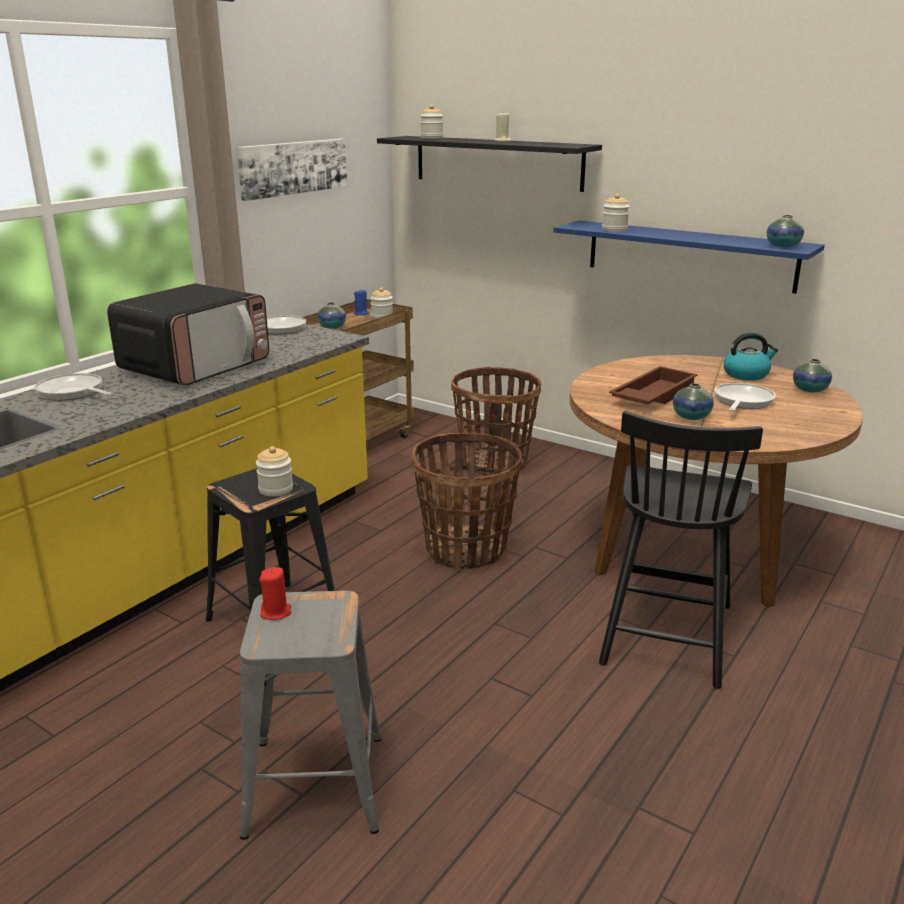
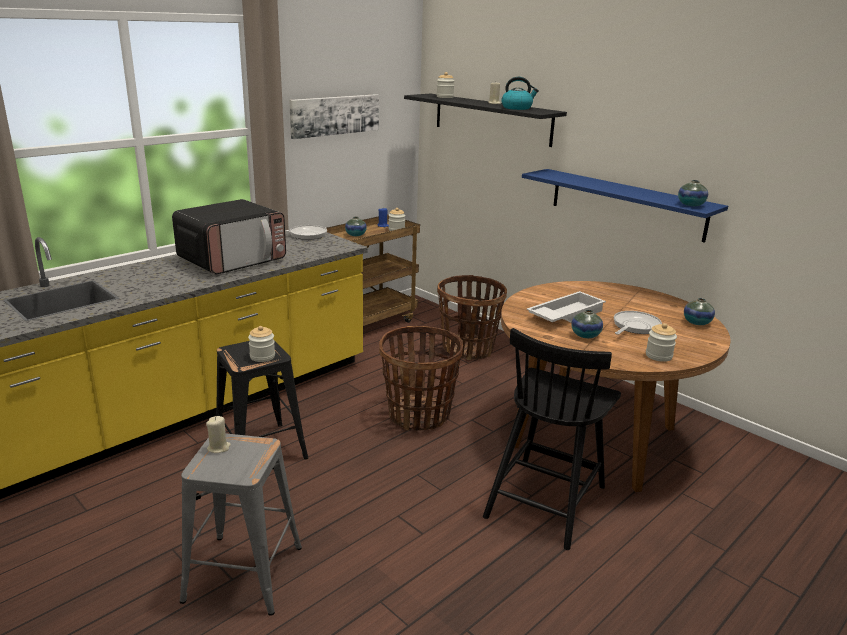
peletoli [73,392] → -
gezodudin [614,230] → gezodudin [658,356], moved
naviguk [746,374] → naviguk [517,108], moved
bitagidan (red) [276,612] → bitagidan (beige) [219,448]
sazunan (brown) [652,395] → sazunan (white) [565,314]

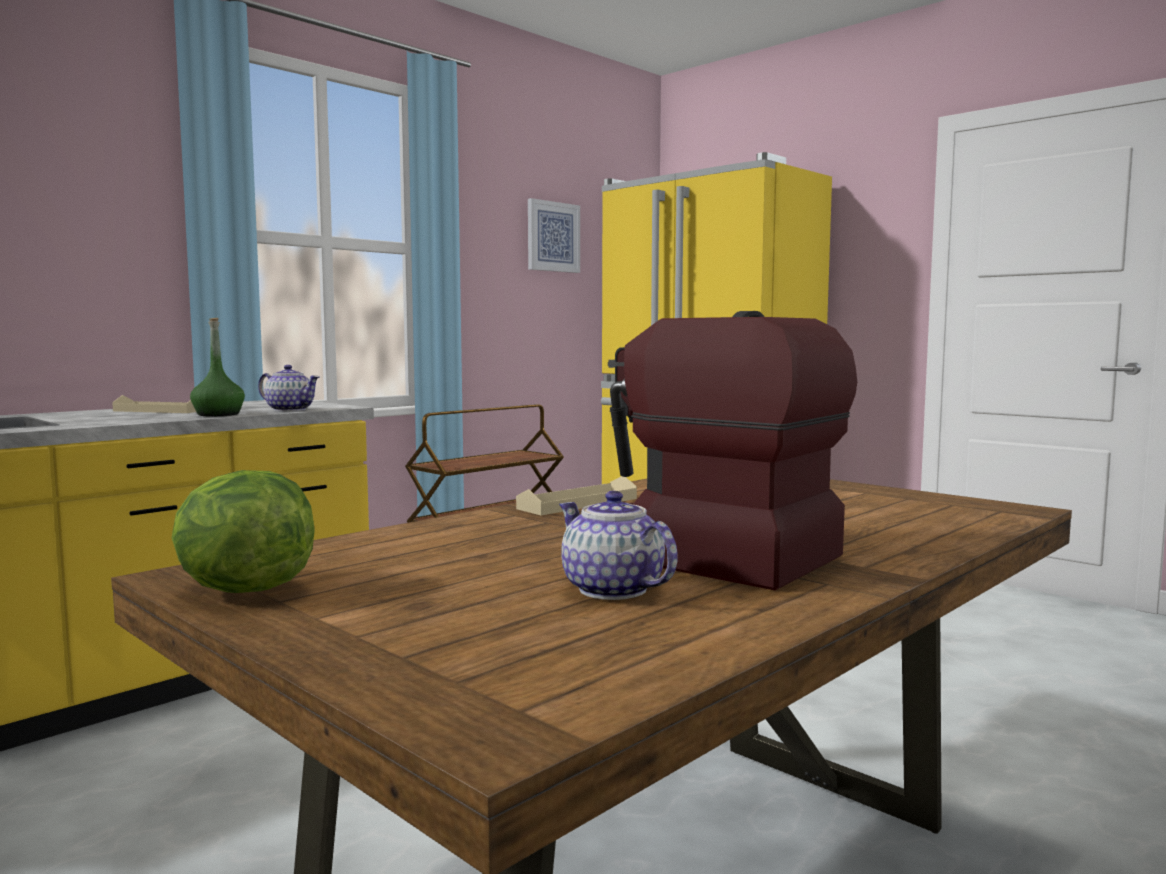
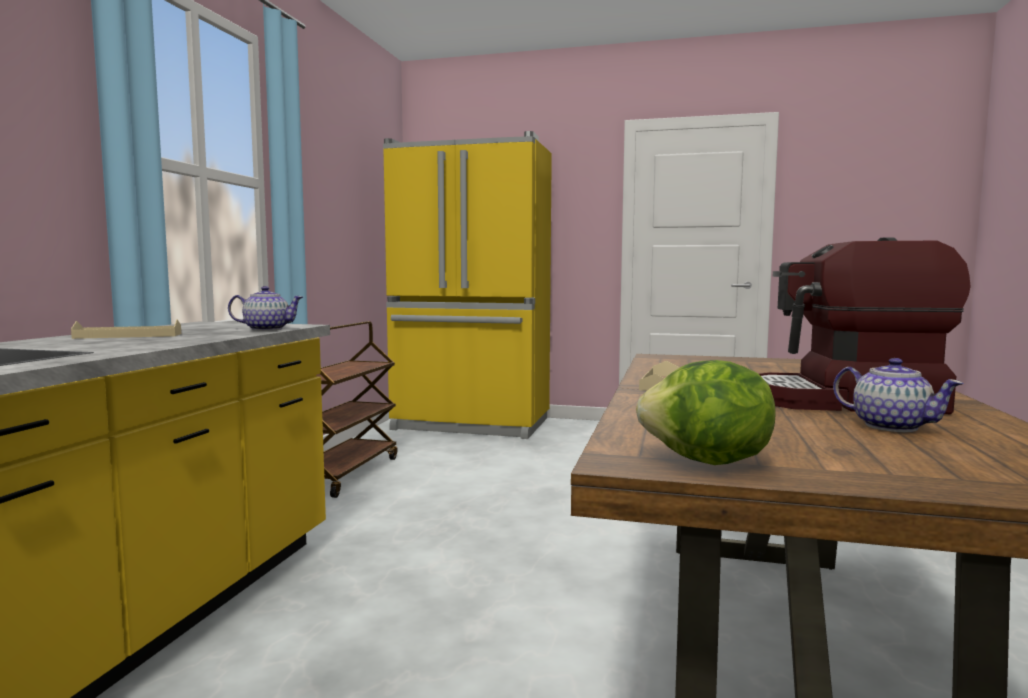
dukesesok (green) [218,414] → -
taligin [553,237] → -
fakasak [612,590] → fakasak [890,426], 150 degrees counterclockwise

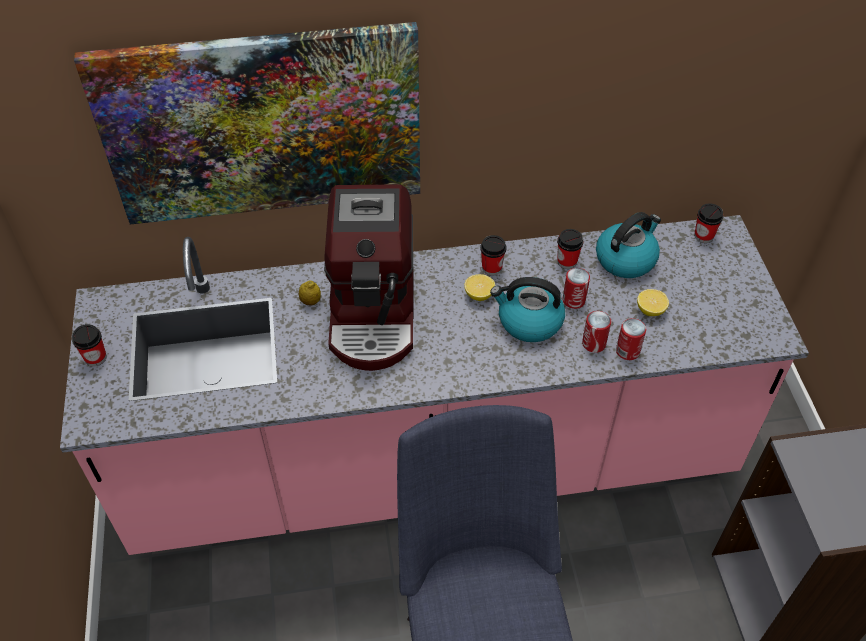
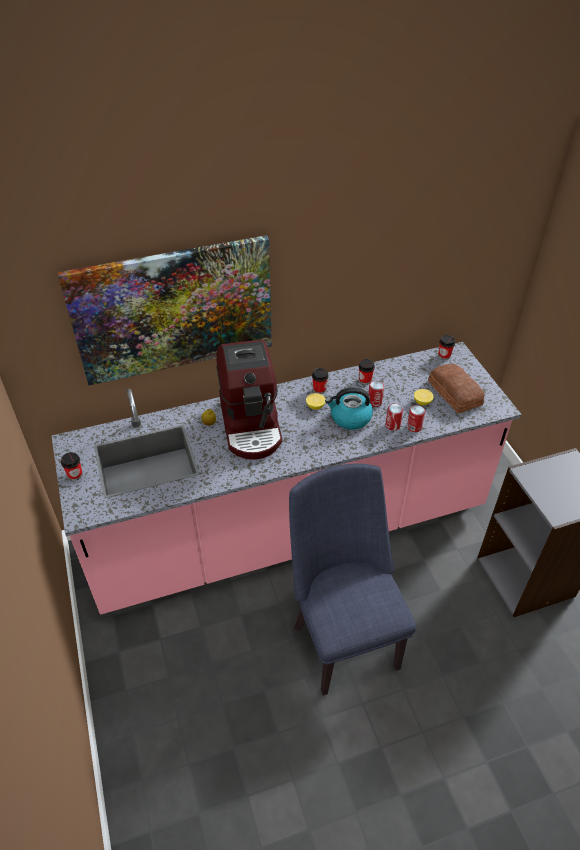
naviguk [626,259] → -
- → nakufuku [455,392]

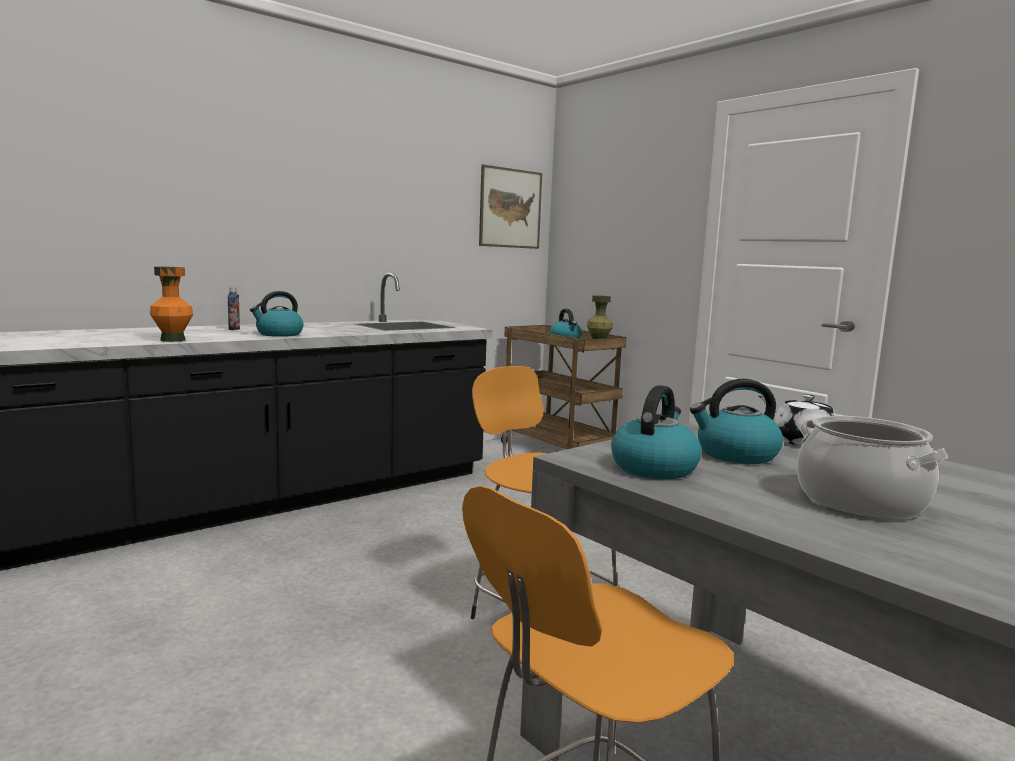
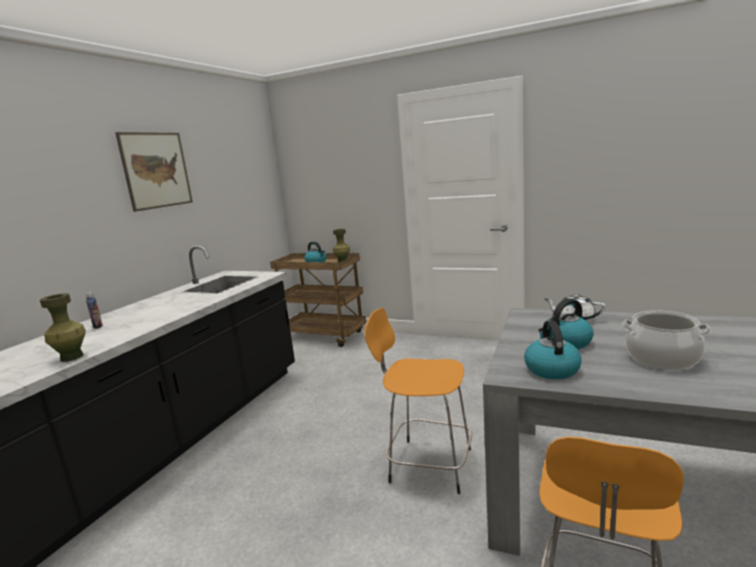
naviguk [279,334] → -
taligin [510,208] → taligin [156,170], moved
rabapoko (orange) [172,340] → rabapoko (green) [71,357]

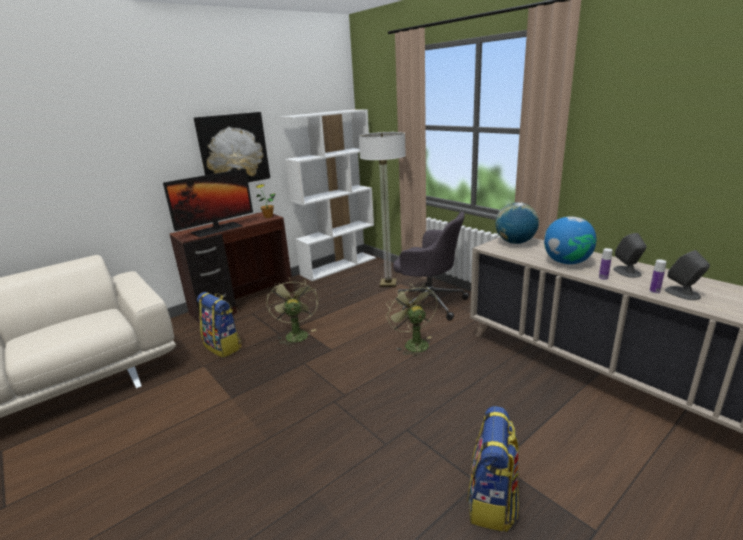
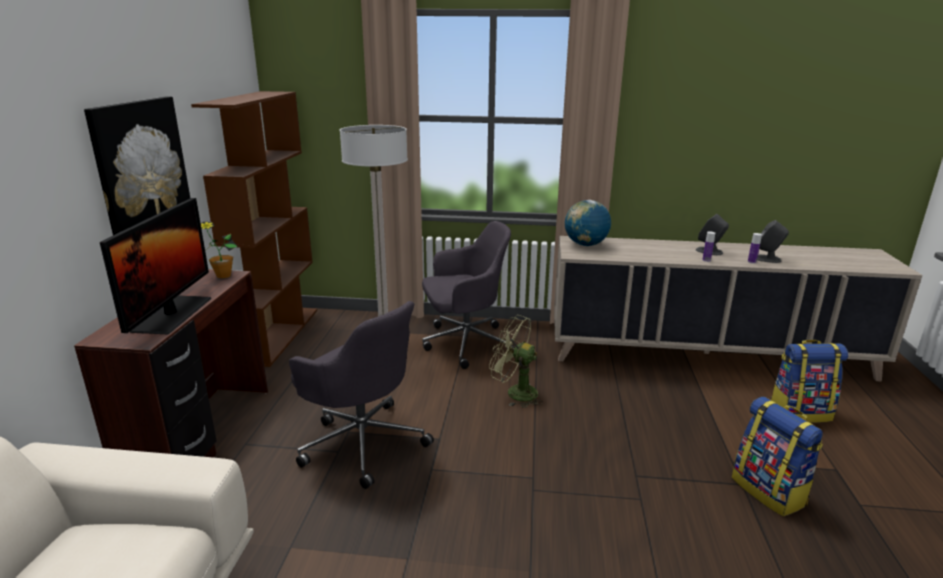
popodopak [567,262] → -
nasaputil [223,347] → nasaputil [799,412], moved
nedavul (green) [295,334] → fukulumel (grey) [362,441]
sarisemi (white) [339,266] → sarisemi (brown) [278,334]

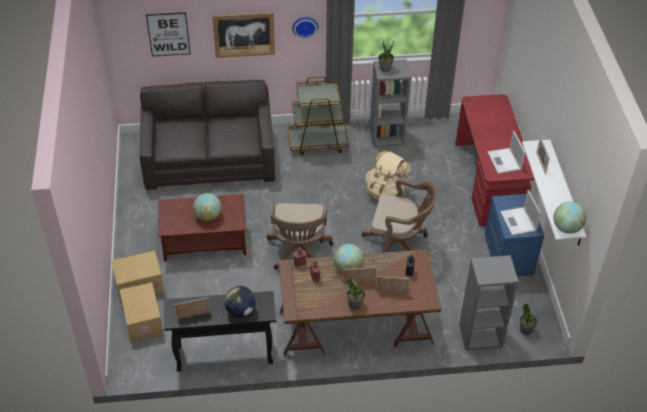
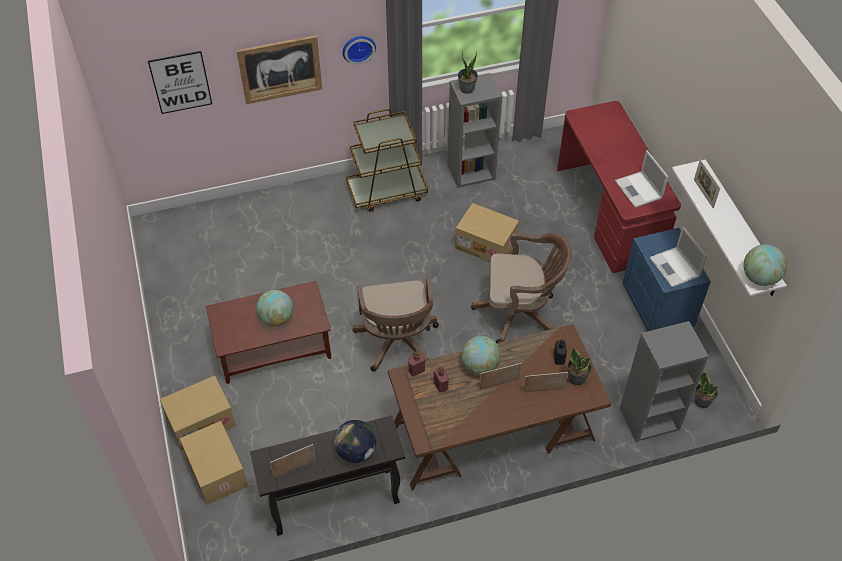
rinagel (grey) [209,158] → -
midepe [355,304] → midepe [576,378], moved
nasaputil (beige) [385,191] → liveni [486,244]

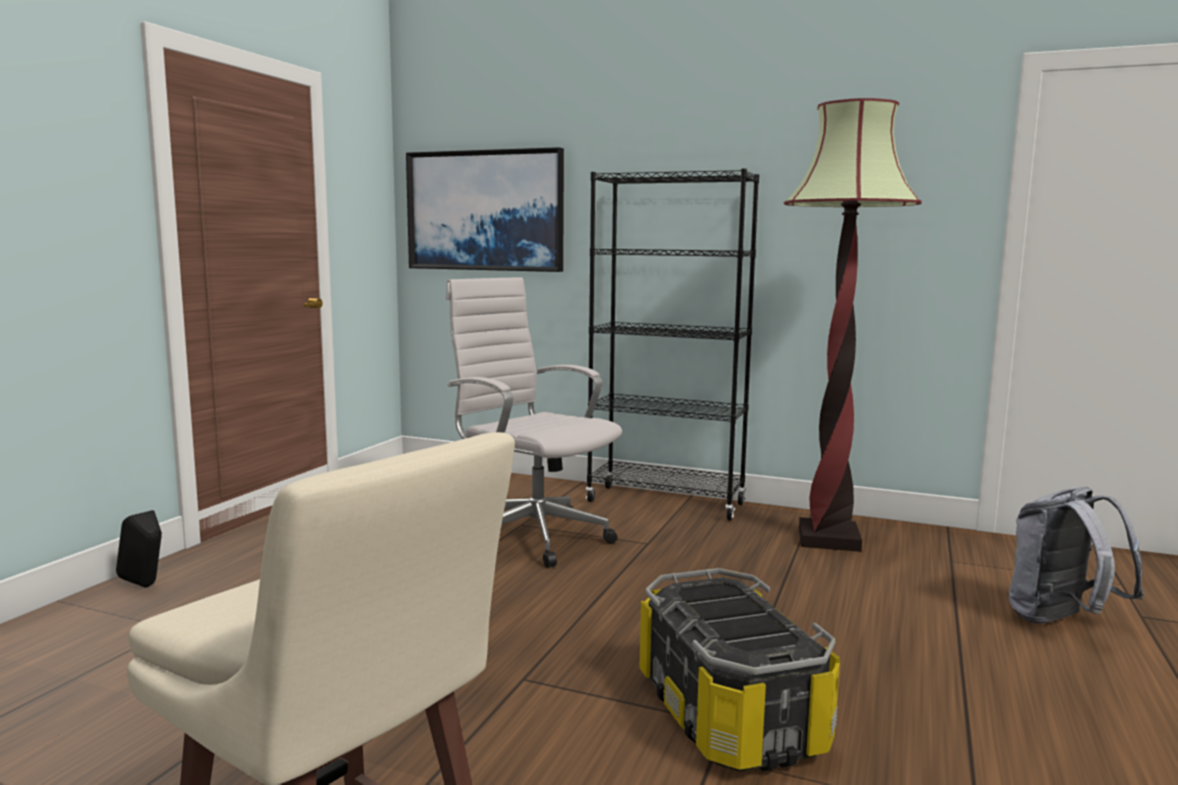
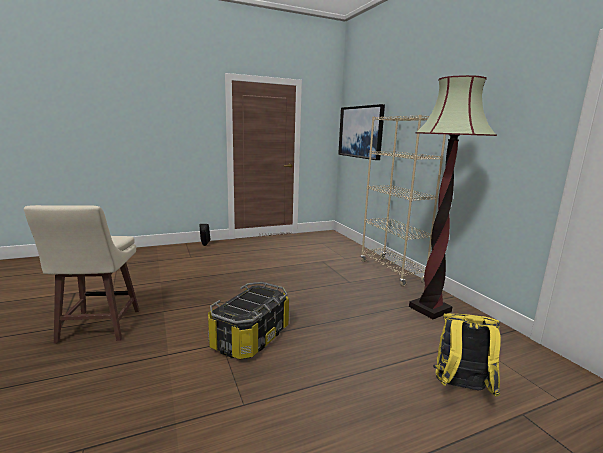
fukulumel (white) [532,537] → -
sarisemi (black) [666,503] → sarisemi (beige) [391,271]
nasaputil (grey) [1061,621] → nasaputil (yellow) [460,388]

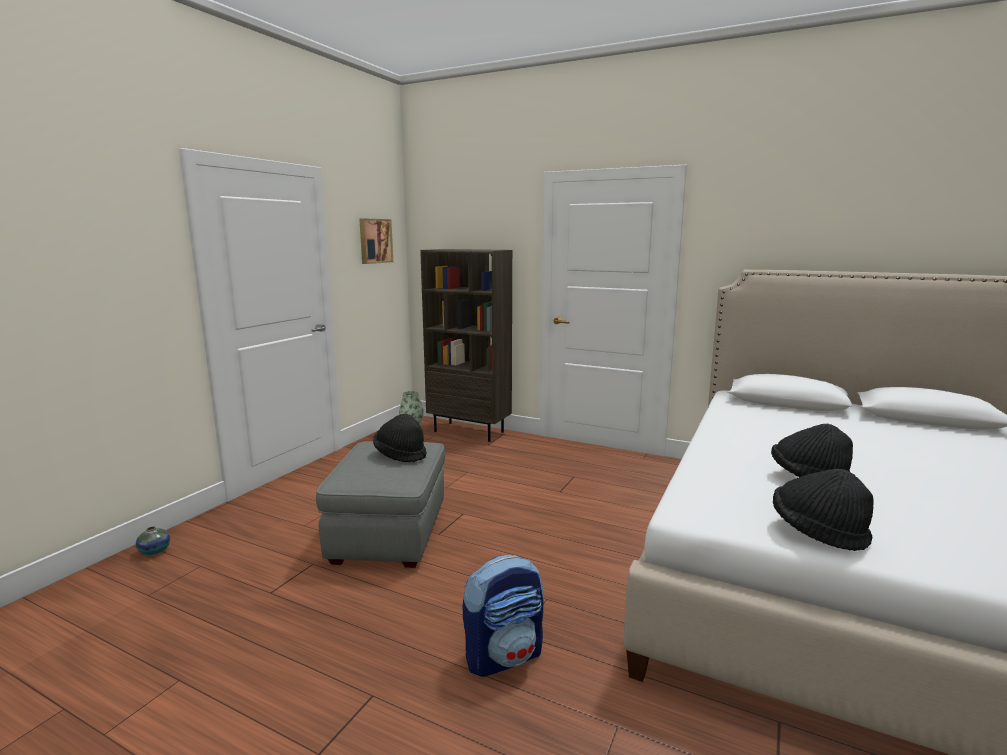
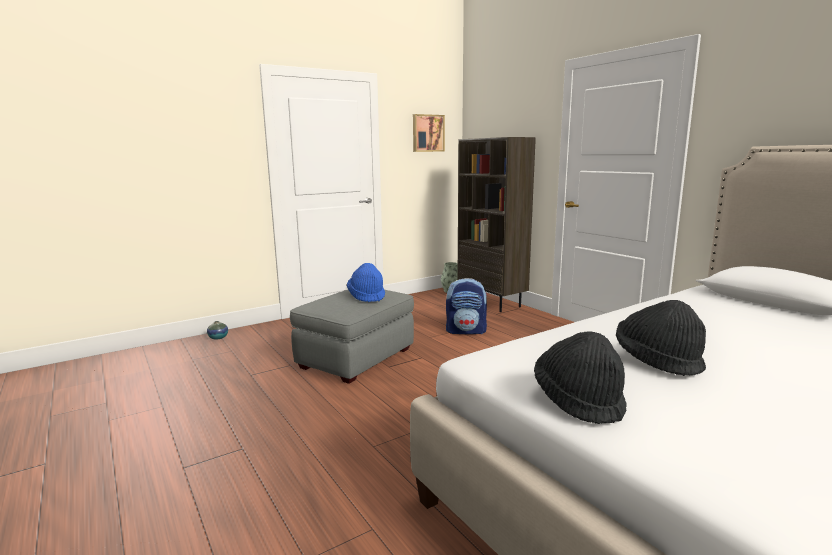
nasaputil [504,656] → nasaputil [466,331], moved
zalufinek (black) [400,455] → zalufinek (blue) [367,296]

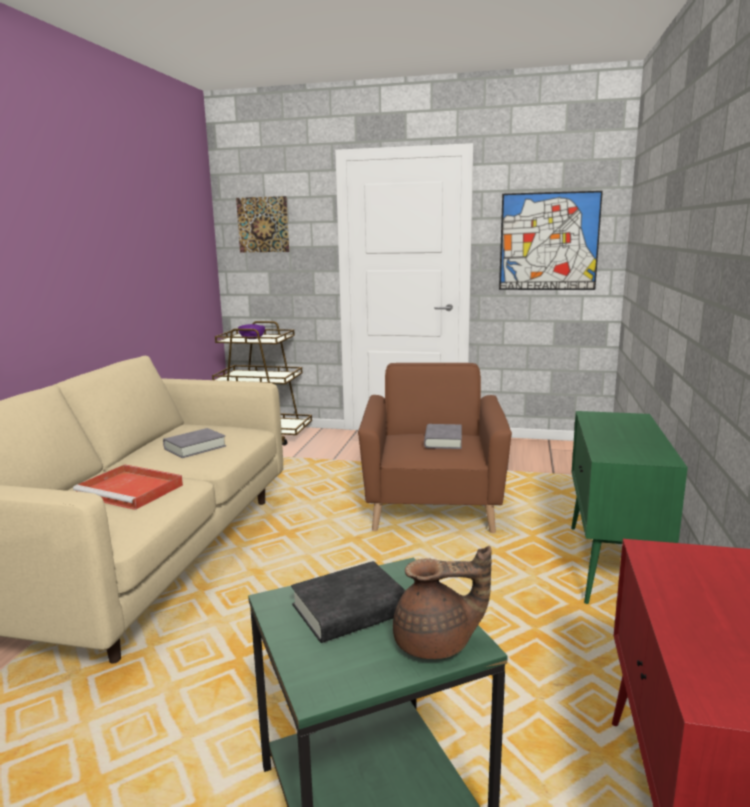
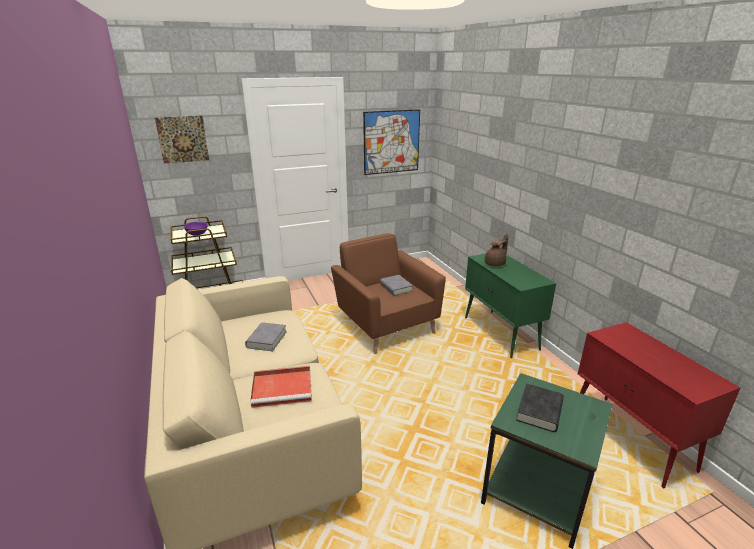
fakasak (brown) [436,644] → fakasak (brown) [495,264], moved

